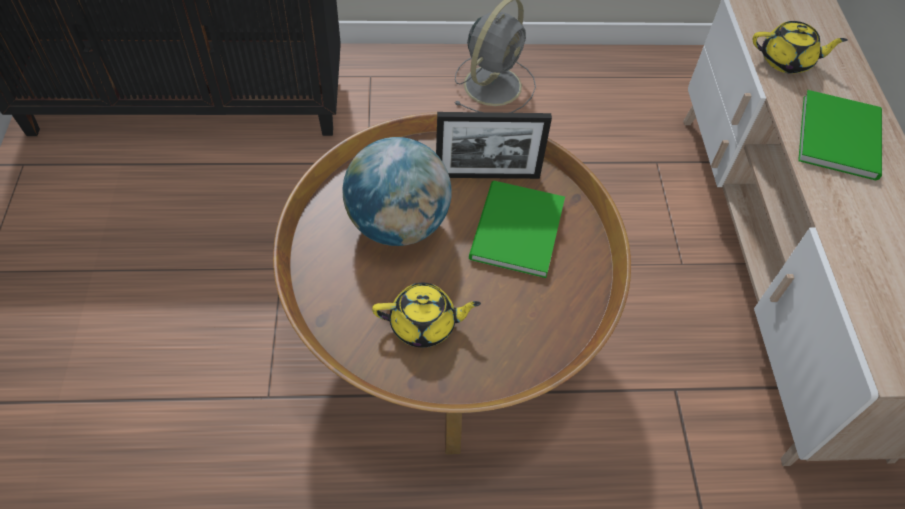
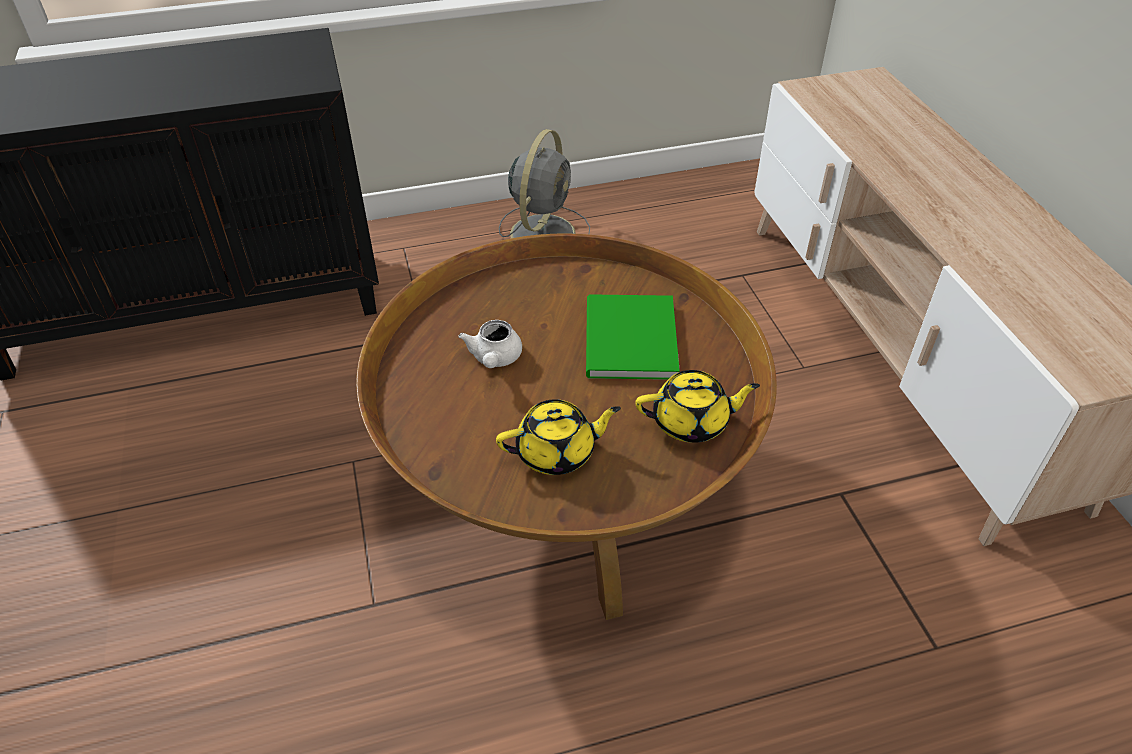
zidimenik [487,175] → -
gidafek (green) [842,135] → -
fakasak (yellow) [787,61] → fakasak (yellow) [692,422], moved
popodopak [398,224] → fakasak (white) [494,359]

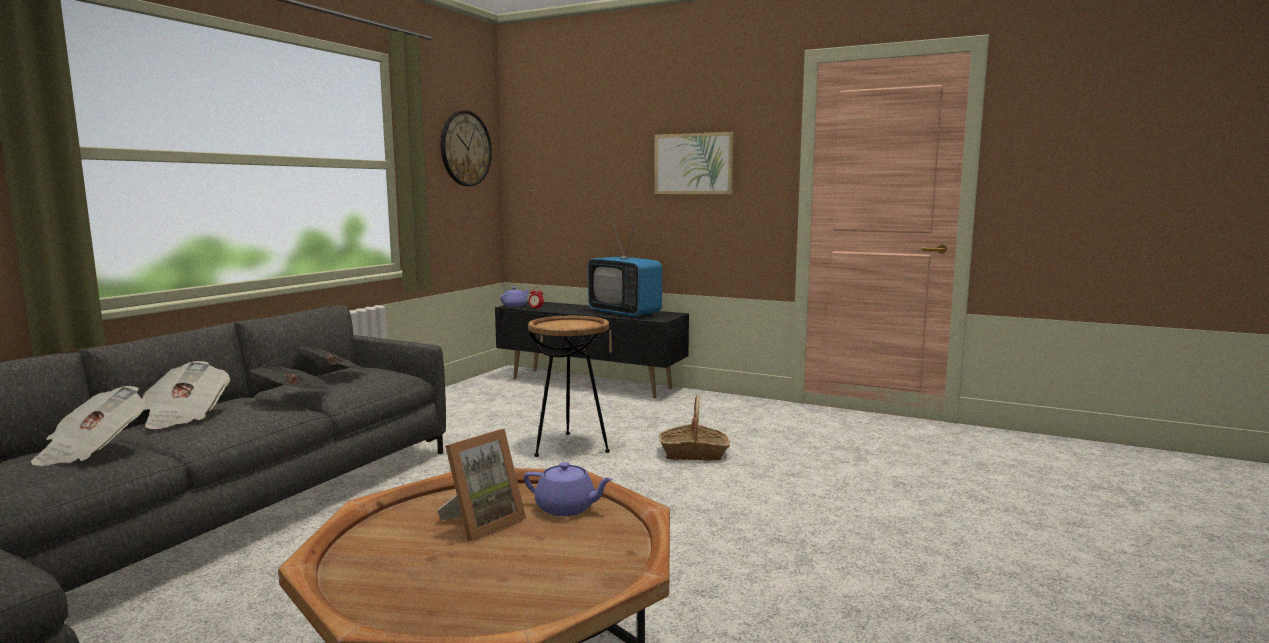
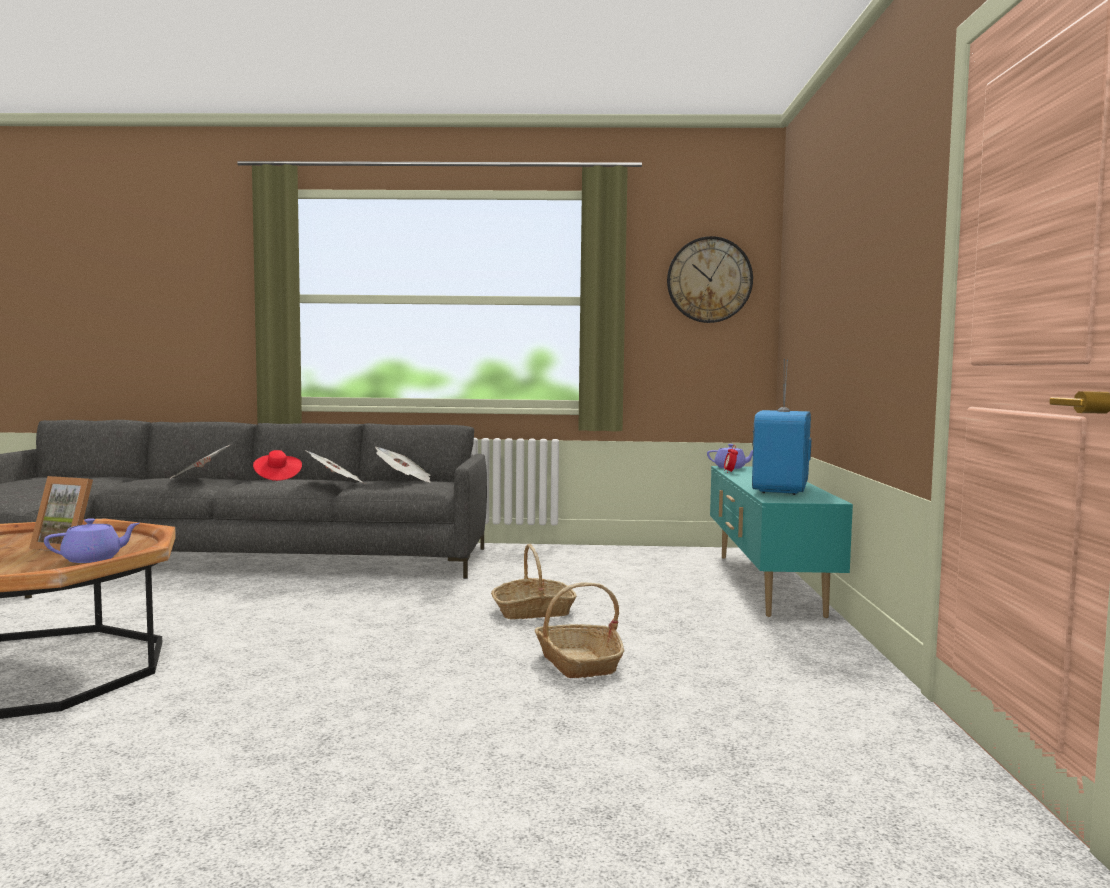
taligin [694,164] → -
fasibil [184,416] → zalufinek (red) [277,477]
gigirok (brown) [570,447] → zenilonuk [533,611]
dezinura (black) [590,384] → dezinura (turquoise) [766,584]
fakasak (purple) [567,508] → fakasak (purple) [93,559], 120 degrees counterclockwise

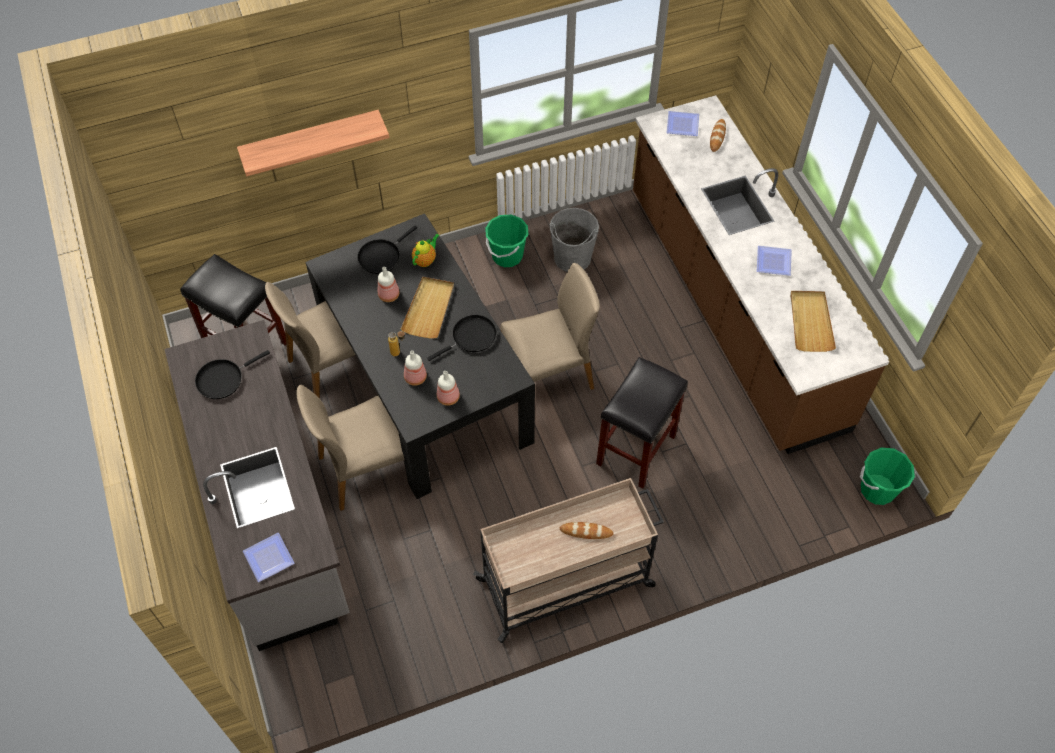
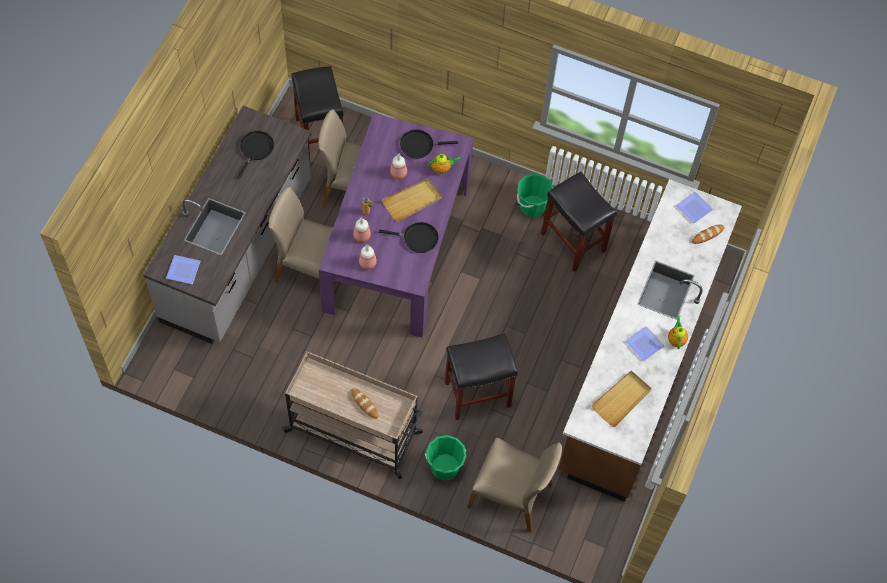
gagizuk [311,140] → -
- → fakasak [676,339]
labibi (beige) [548,374] → labibi (beige) [511,495], moved
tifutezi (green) [877,489] → tifutezi (green) [444,467], moved
tifutezi (grey) [572,258] → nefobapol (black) [572,242]
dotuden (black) [424,383] → dotuden (purple) [397,246]
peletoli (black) [223,379] → peletoli (black) [256,149], 105 degrees clockwise

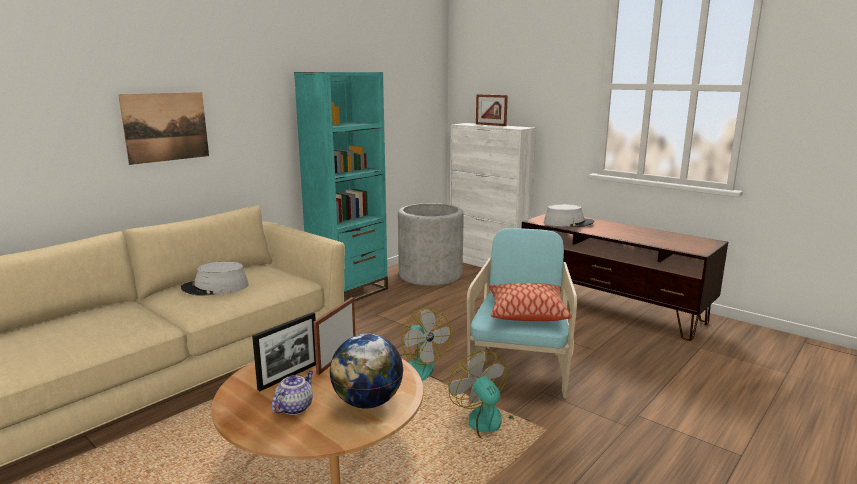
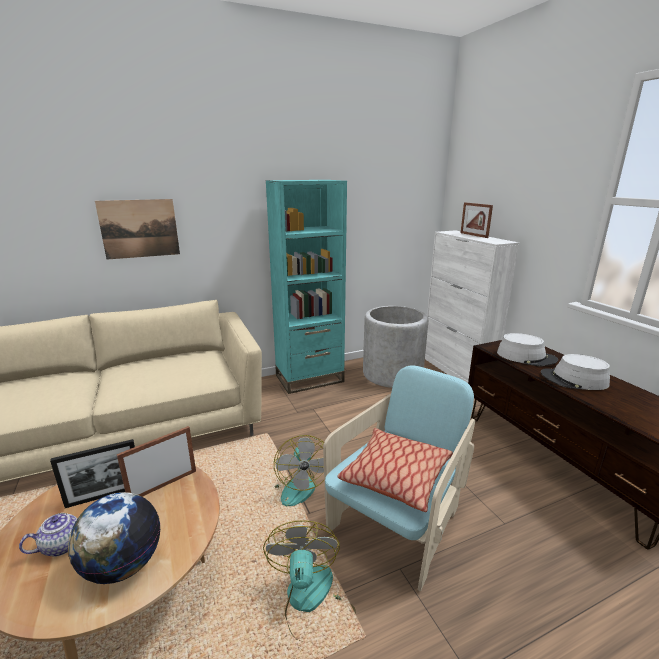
zalufinek (grey) [215,287] → zalufinek (grey) [574,380], moved

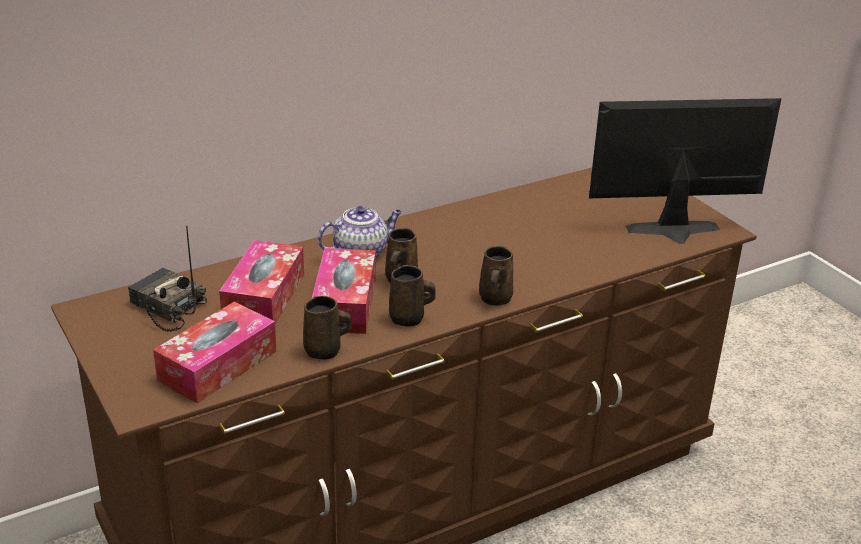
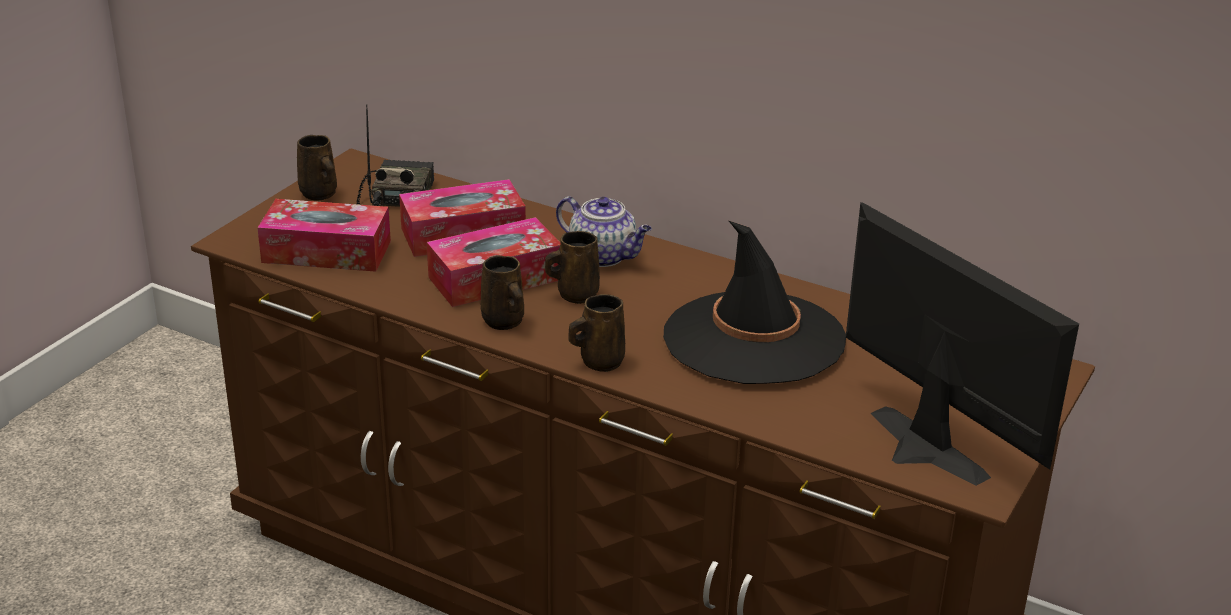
- → zalufinek (black) [753,338]
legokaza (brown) [325,351] → legokaza (brown) [319,194], moved

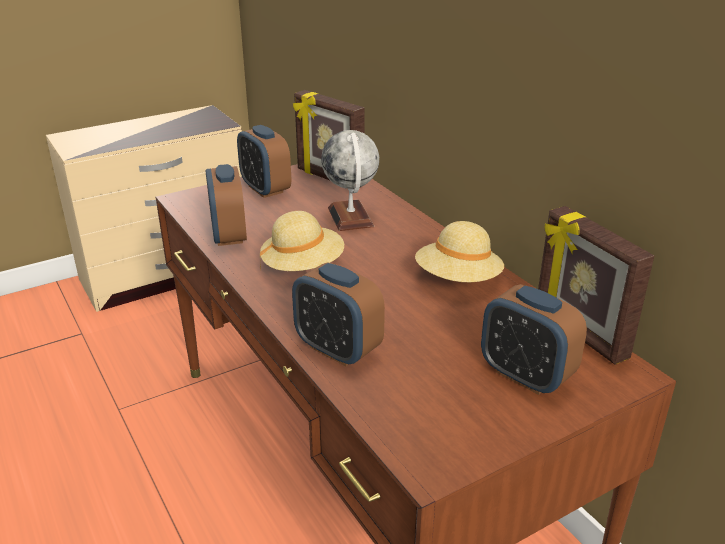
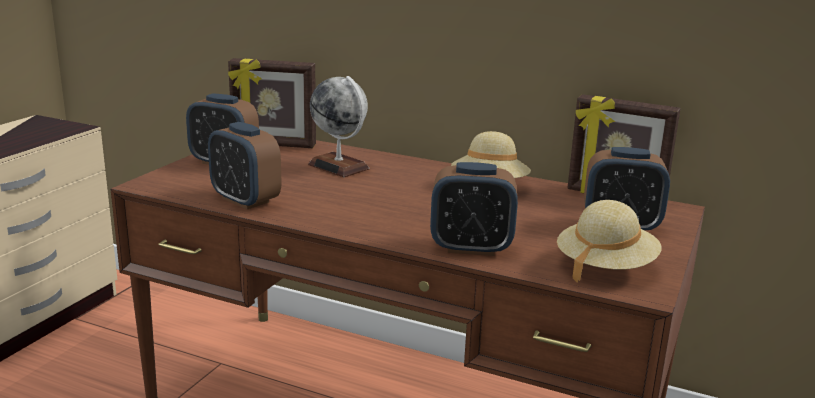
zalufinek (beige) [303,266] → zalufinek (beige) [605,267], moved

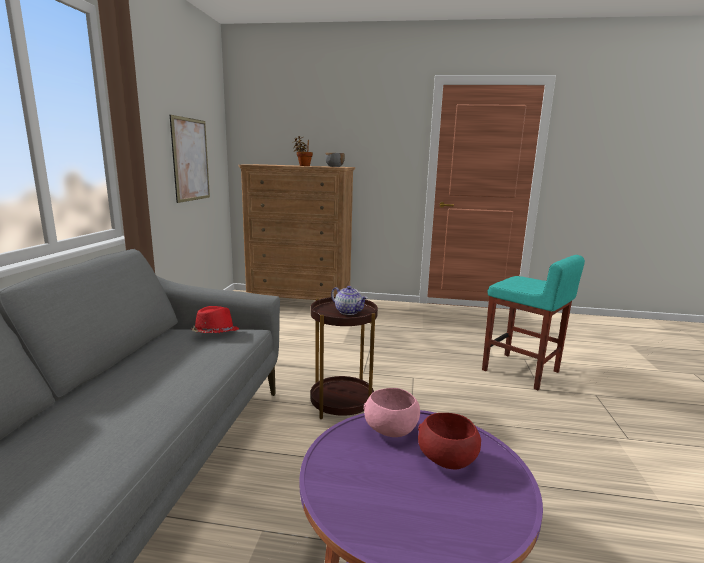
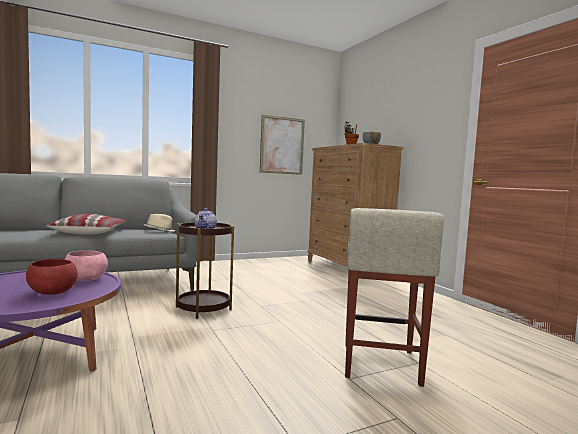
- → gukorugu [89,232]
zalufinek (red) [214,333] → zalufinek (beige) [159,231]
nefobapol (turquoise) [521,371] → nefobapol (beige) [380,364]

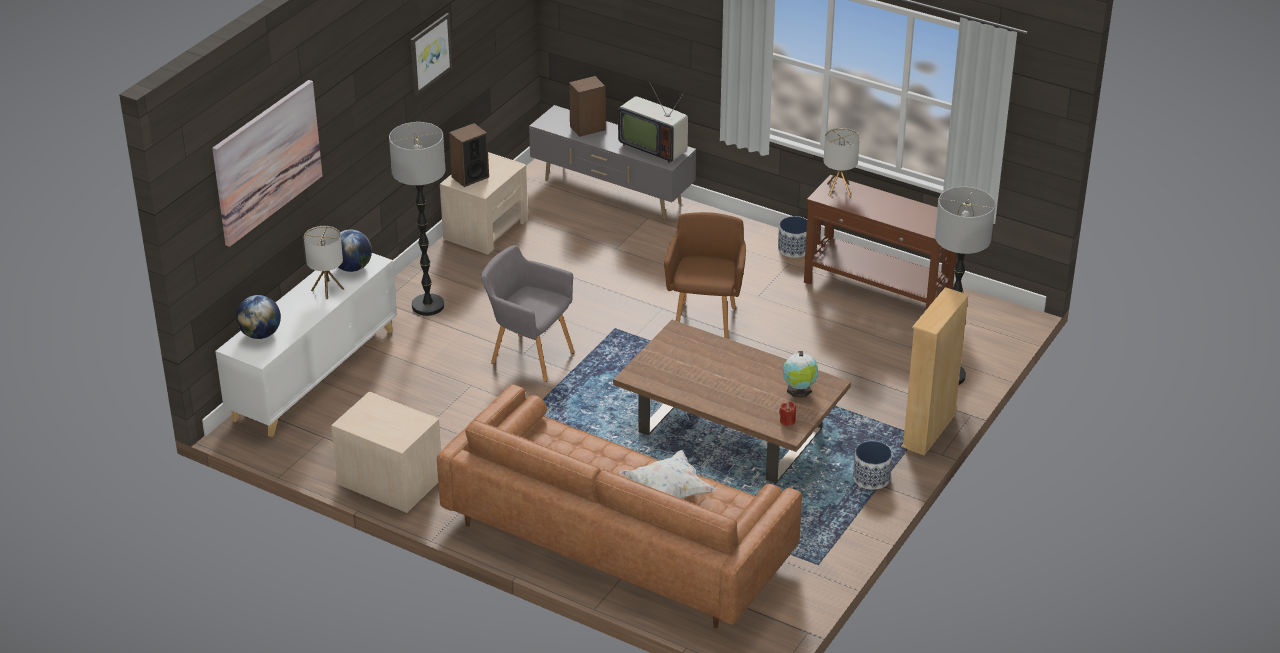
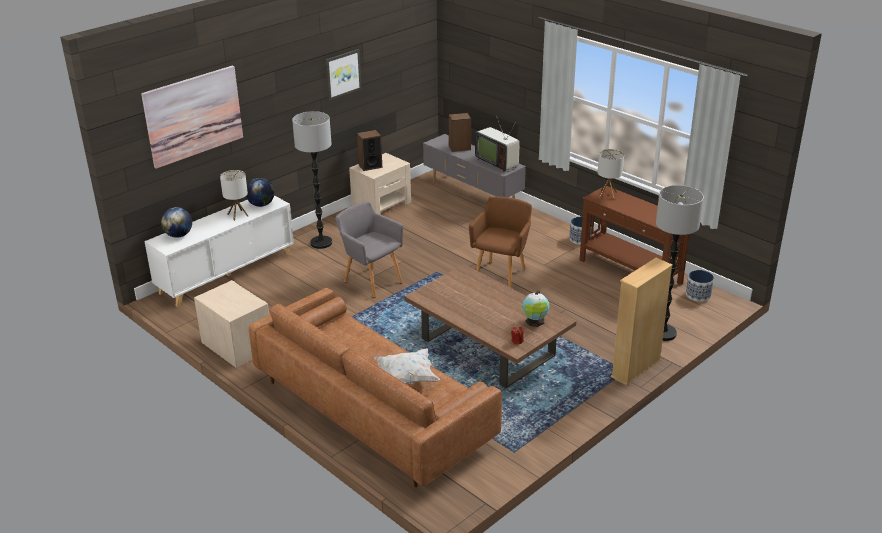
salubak [871,478] → salubak [698,295], moved

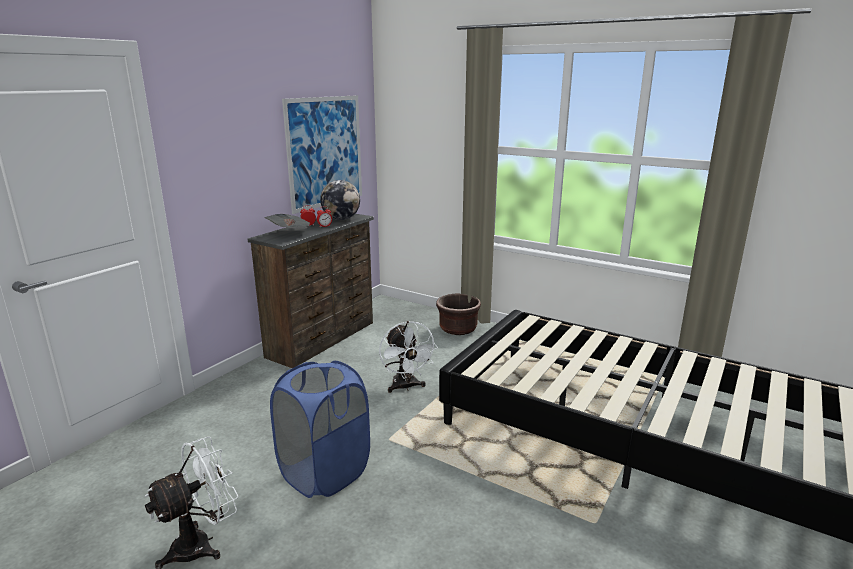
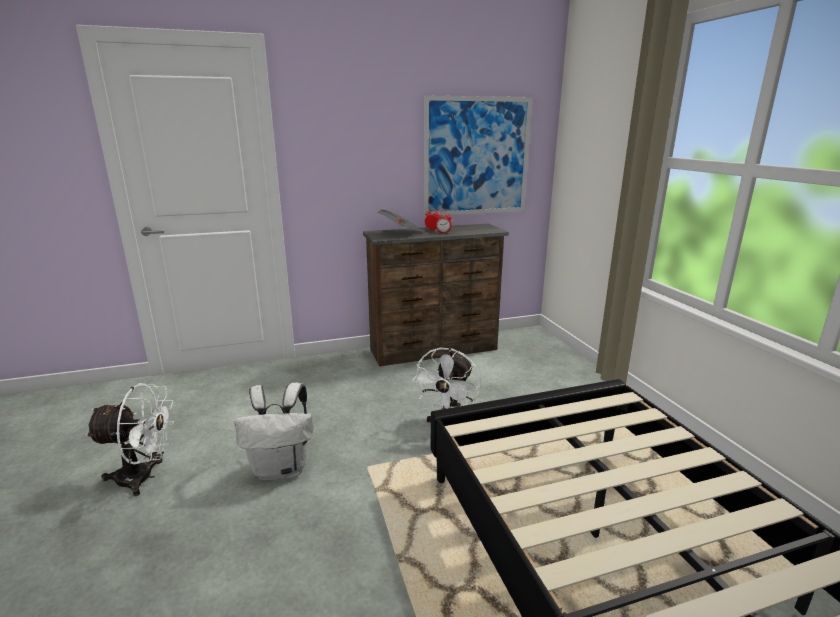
popodopak [341,219] → -
salubak (brown) [458,329] → -
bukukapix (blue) [324,473] → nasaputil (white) [282,469]

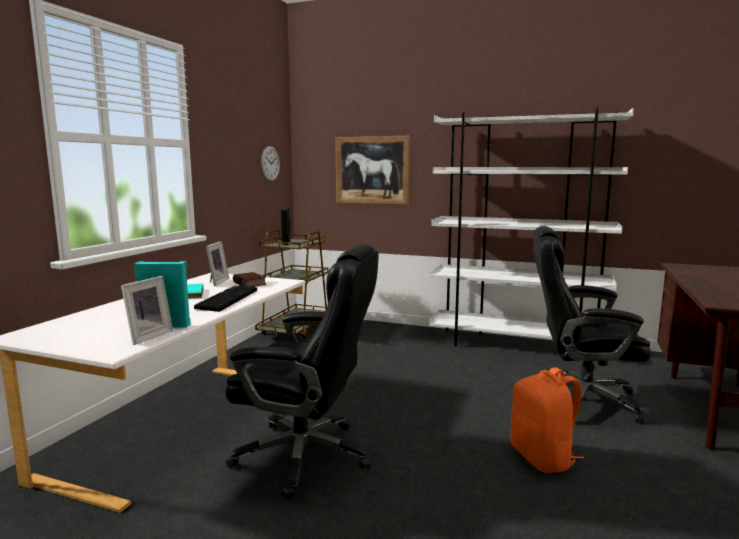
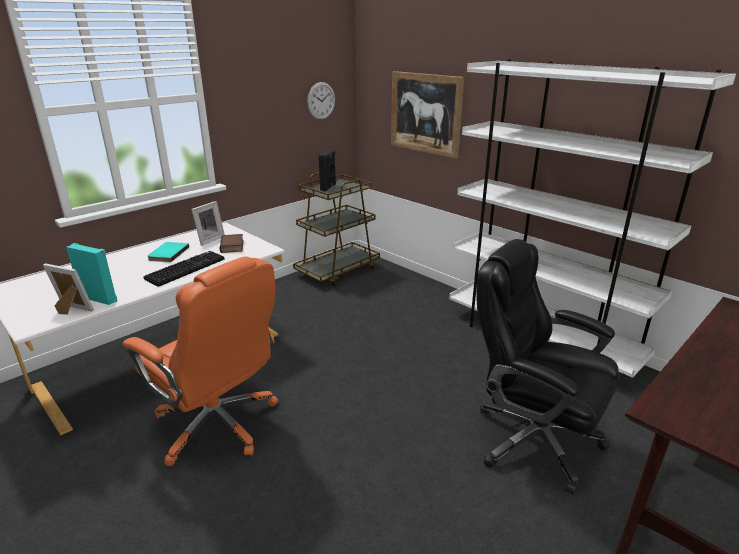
nasaputil (orange) [543,458] → -
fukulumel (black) [306,456] → fukulumel (orange) [218,424]
zidimenik [147,336] → zidimenik [71,311], 120 degrees counterclockwise

